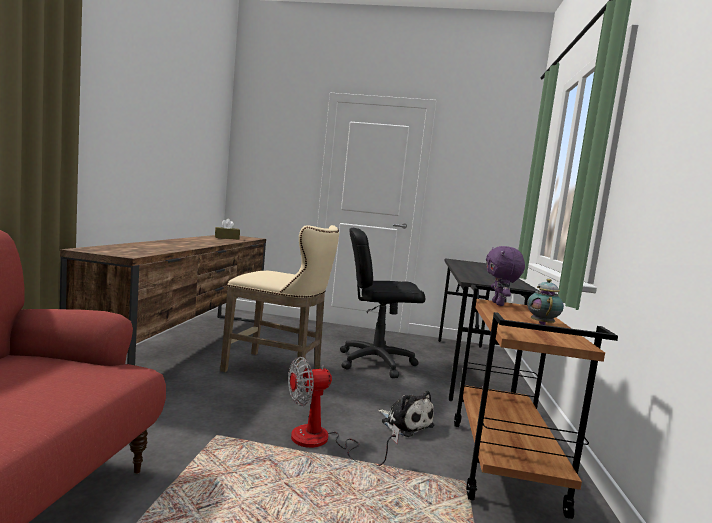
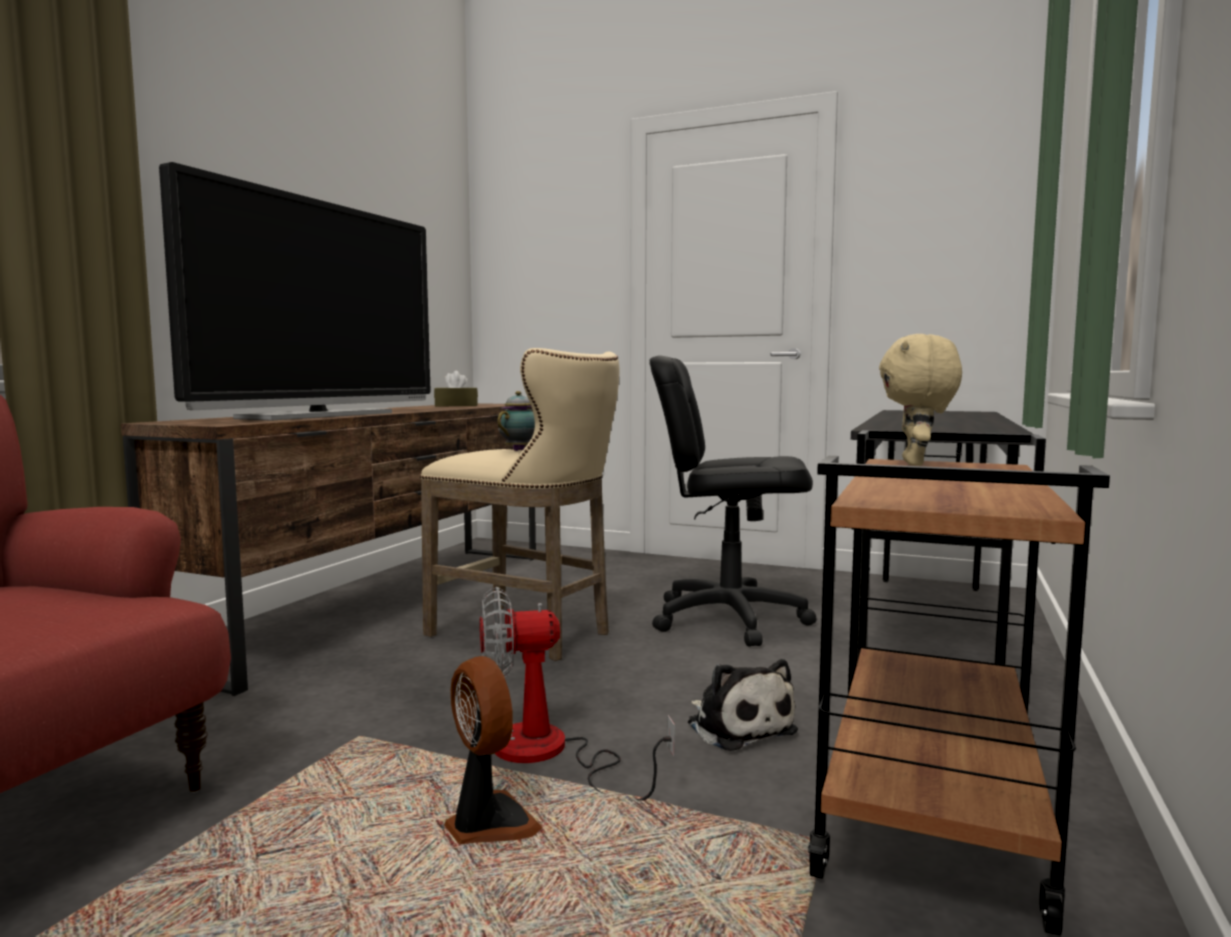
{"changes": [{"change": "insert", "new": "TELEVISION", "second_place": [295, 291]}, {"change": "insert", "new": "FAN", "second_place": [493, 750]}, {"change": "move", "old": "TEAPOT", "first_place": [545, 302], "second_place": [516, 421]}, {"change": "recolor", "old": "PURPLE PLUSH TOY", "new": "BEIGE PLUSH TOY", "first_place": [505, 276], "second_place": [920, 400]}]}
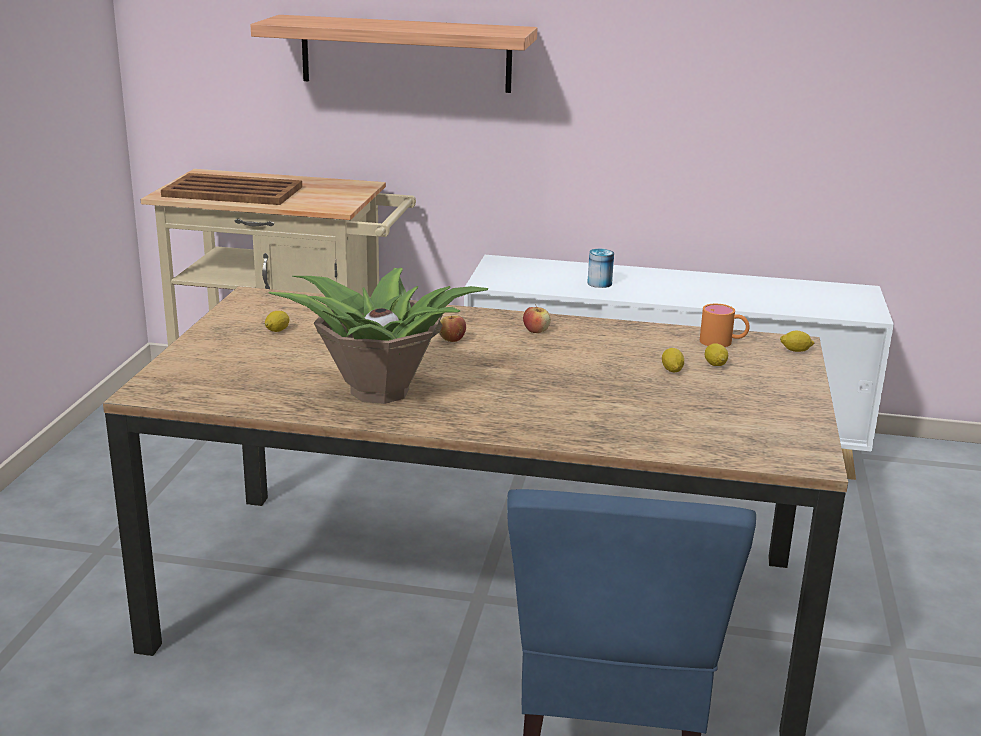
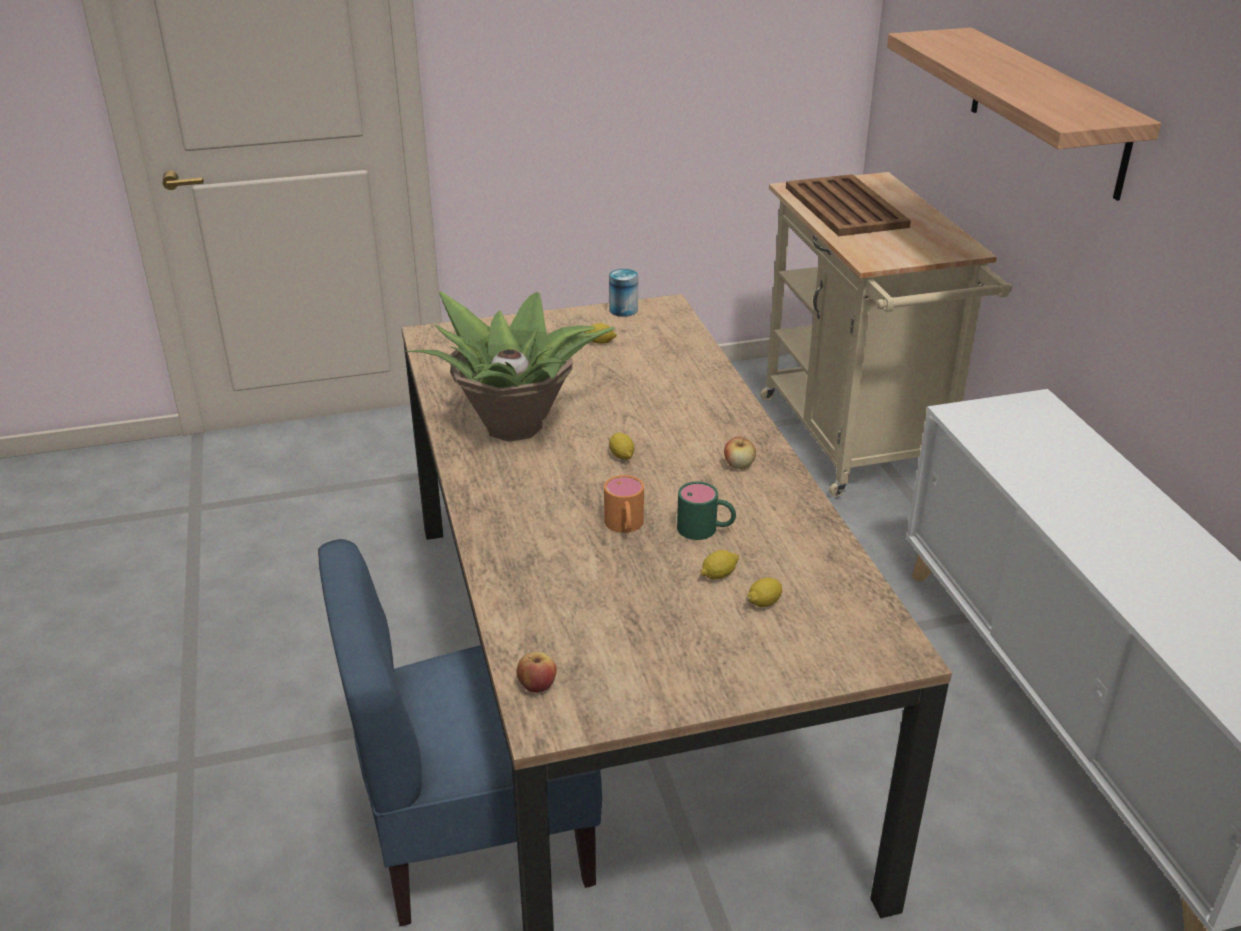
{"changes": [{"change": "move", "old": "APPLE", "first_place": [452, 329], "second_place": [536, 672]}, {"change": "move", "old": "ORANGE MUG", "first_place": [725, 325], "second_place": [624, 504]}, {"change": "move", "old": "CAN", "first_place": [600, 268], "second_place": [623, 293]}, {"change": "move", "old": "LEMON", "first_place": [797, 341], "second_place": [621, 446]}, {"change": "insert", "new": "GREEN MUG", "second_place": [706, 510]}]}
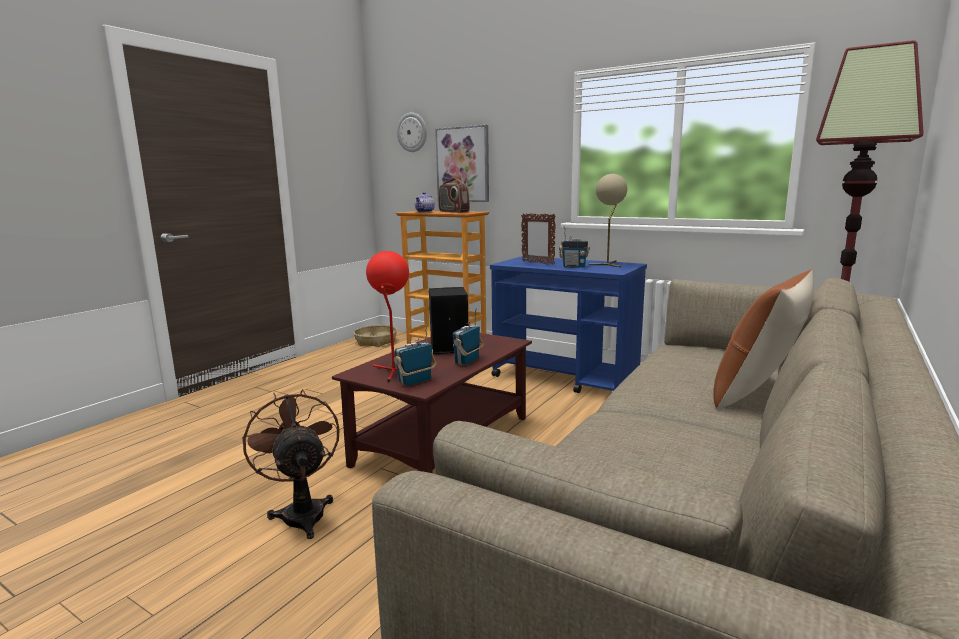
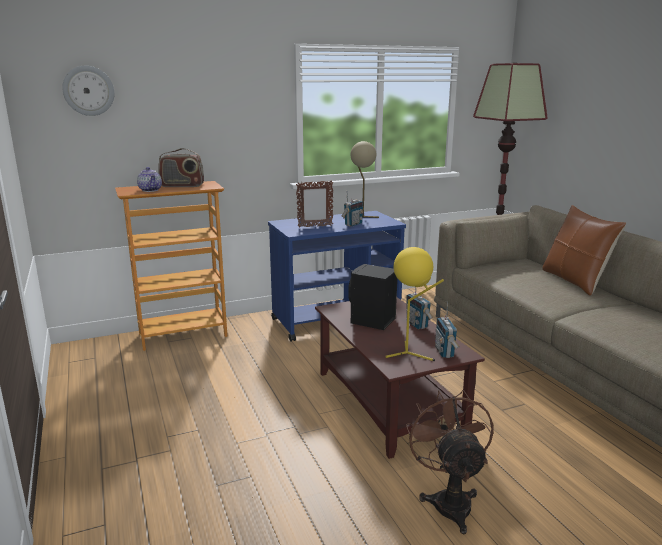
{"changes": [{"change": "recolor", "old": "RED TABLE LAMP", "new": "YELLOW TABLE LAMP", "first_place": [387, 316], "second_place": [415, 304]}, {"change": "rotate", "old": "BROWN FAN", "first_place": [291, 464], "second_place": [449, 462], "degrees": 75}, {"change": "delete", "old": "BASKET", "first_place": [375, 336]}, {"change": "delete", "old": "PICTURE", "first_place": [462, 163]}]}
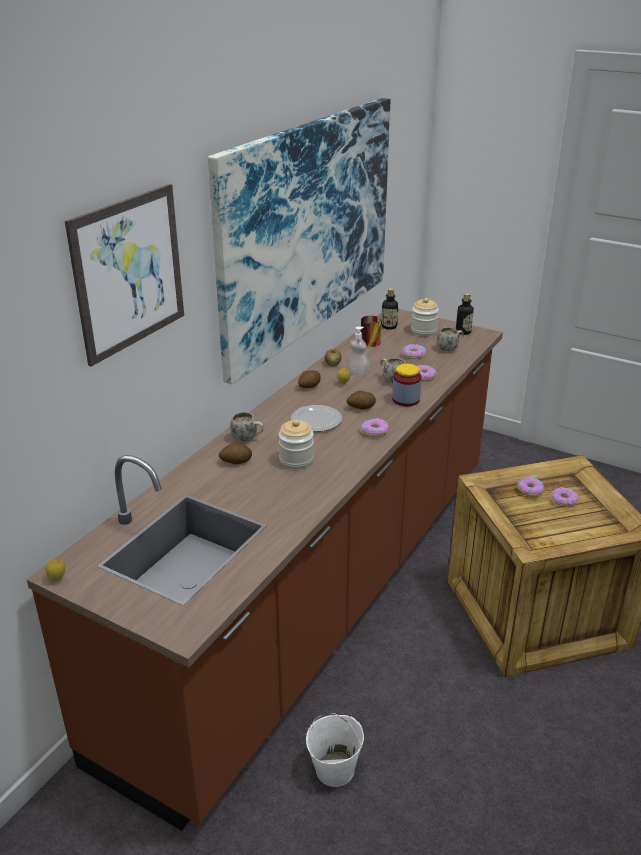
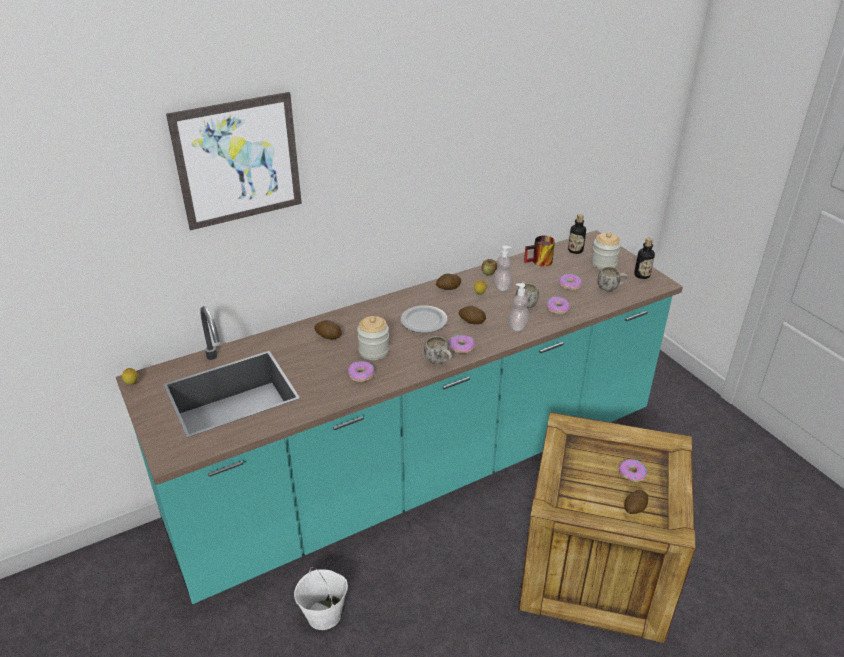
{"changes": [{"change": "recolor", "old": "BROWN COUNTER", "new": "TURQUOISE COUNTER", "first_place": [265, 570], "second_place": [399, 417]}, {"change": "move", "old": "DONUT", "first_place": [530, 486], "second_place": [361, 371]}, {"change": "move", "old": "WHITE MUG", "first_place": [247, 427], "second_place": [438, 350]}, {"change": "replace", "old": "JAR", "new": "SOAP DISPENSER", "first_place": [406, 385], "second_place": [519, 307]}, {"change": "insert", "new": "POTATO", "second_place": [636, 502]}, {"change": "delete", "old": "PICTURE", "first_place": [299, 241]}]}
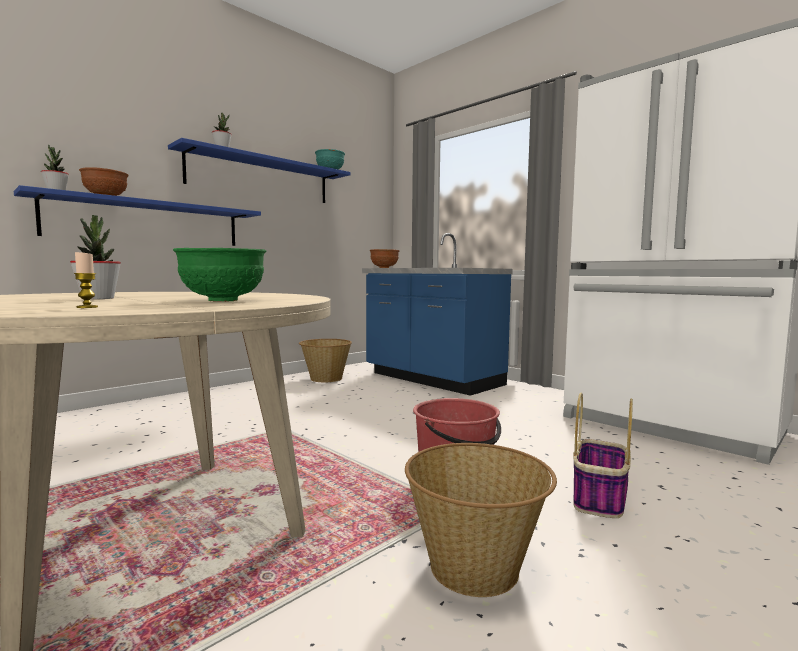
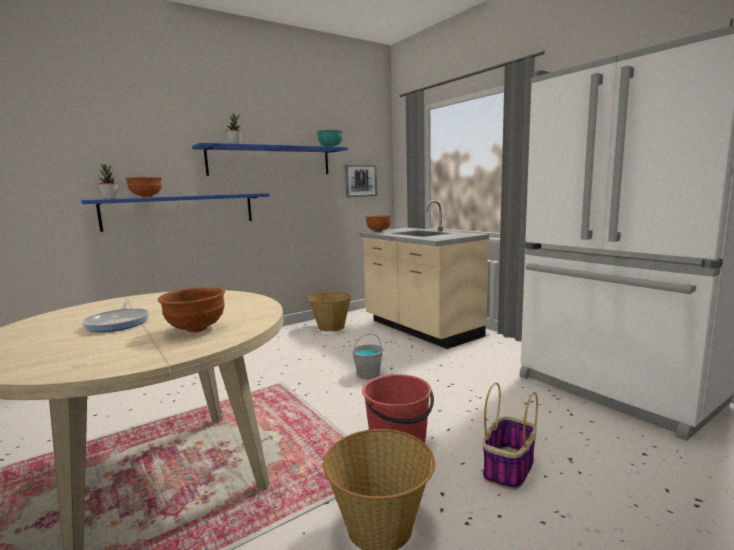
{"changes": [{"change": "replace", "old": "POTTED PLANT", "new": "FRYING PAN", "first_place": [95, 257], "second_place": [115, 316]}, {"change": "recolor", "old": "GREEN BOWL", "new": "BROWN BOWL", "first_place": [219, 275], "second_place": [191, 310]}, {"change": "insert", "new": "PICTURE", "second_place": [361, 180]}, {"change": "insert", "new": "GREY BUCKET", "second_place": [368, 356]}, {"change": "recolor", "old": "BLUE COUNTER", "new": "BEIGE COUNTER", "first_place": [437, 314], "second_place": [424, 274]}, {"change": "delete", "old": "CANDLE", "first_place": [86, 280]}]}
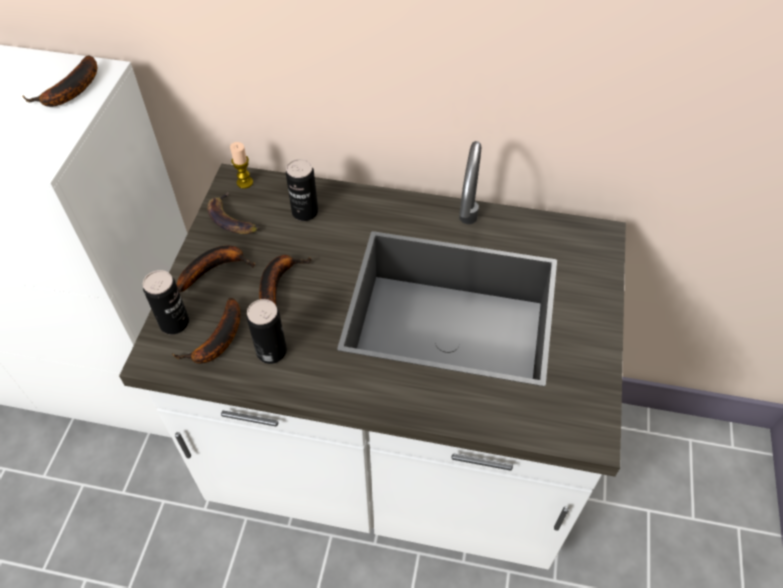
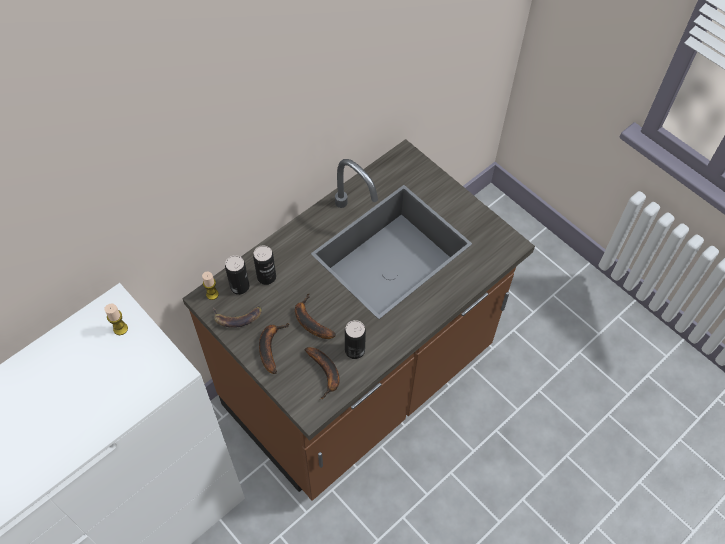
{"changes": [{"change": "replace", "old": "BANANA", "new": "CANDLE", "first_place": [60, 81], "second_place": [116, 319]}, {"change": "recolor", "old": "WHITE COUNTER", "new": "BROWN COUNTER", "first_place": [372, 355], "second_place": [358, 320]}, {"change": "move", "old": "CAN", "first_place": [166, 302], "second_place": [237, 275]}]}
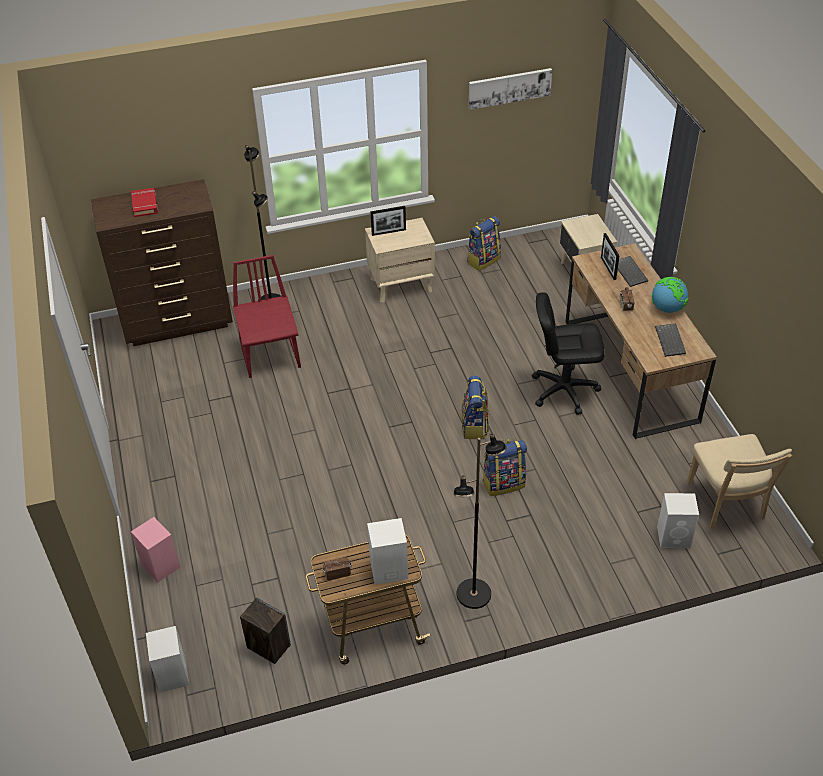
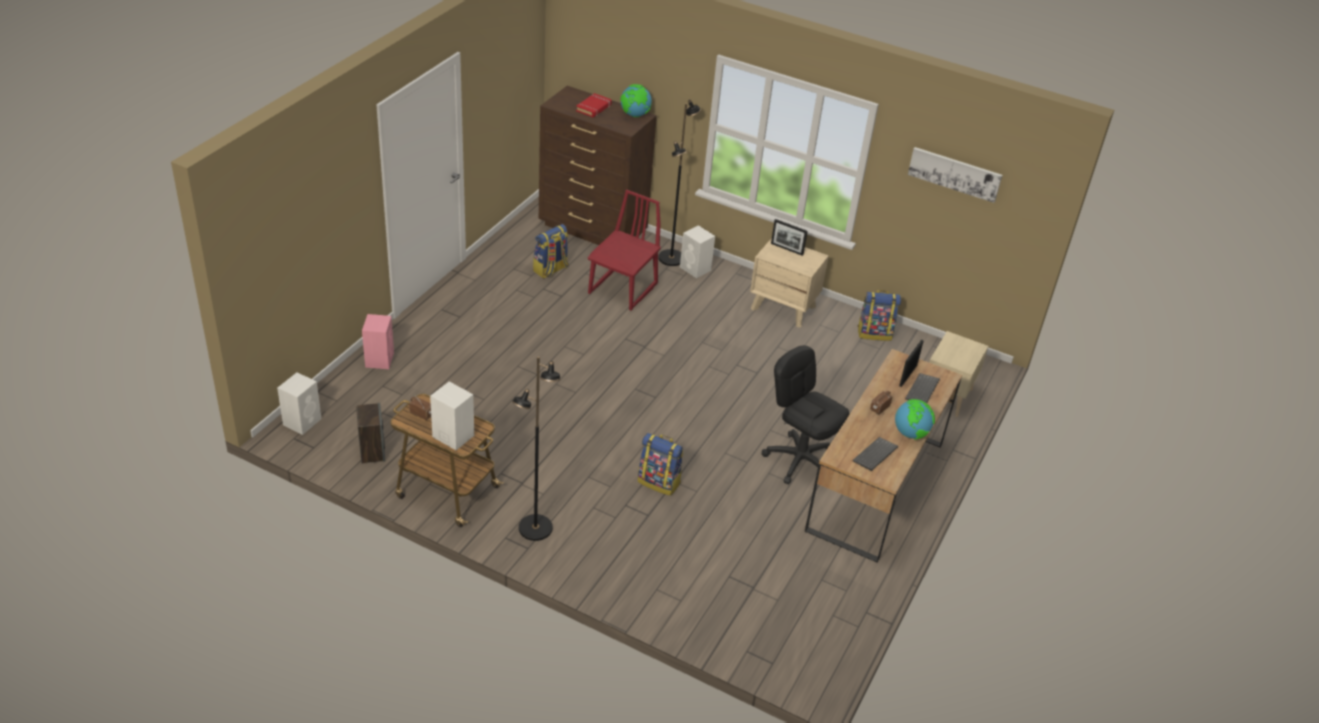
{"changes": [{"change": "move", "old": "BACKPACK", "first_place": [475, 407], "second_place": [550, 251]}, {"change": "insert", "new": "GLOBE", "second_place": [636, 100]}, {"change": "move", "old": "WHITE SPEAKER", "first_place": [678, 520], "second_place": [697, 251]}, {"change": "delete", "old": "BEIGE CHAIR", "first_place": [739, 481]}]}
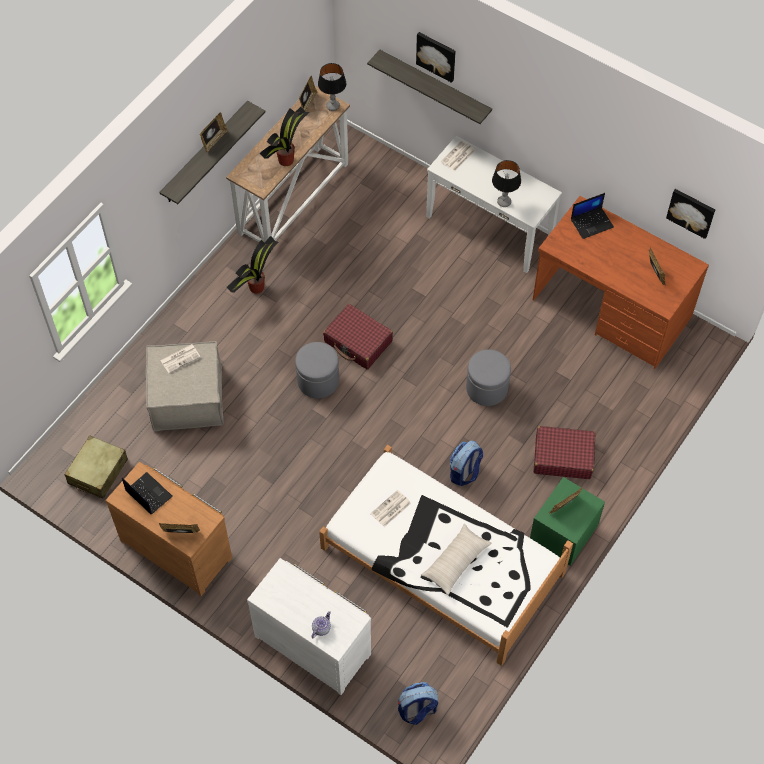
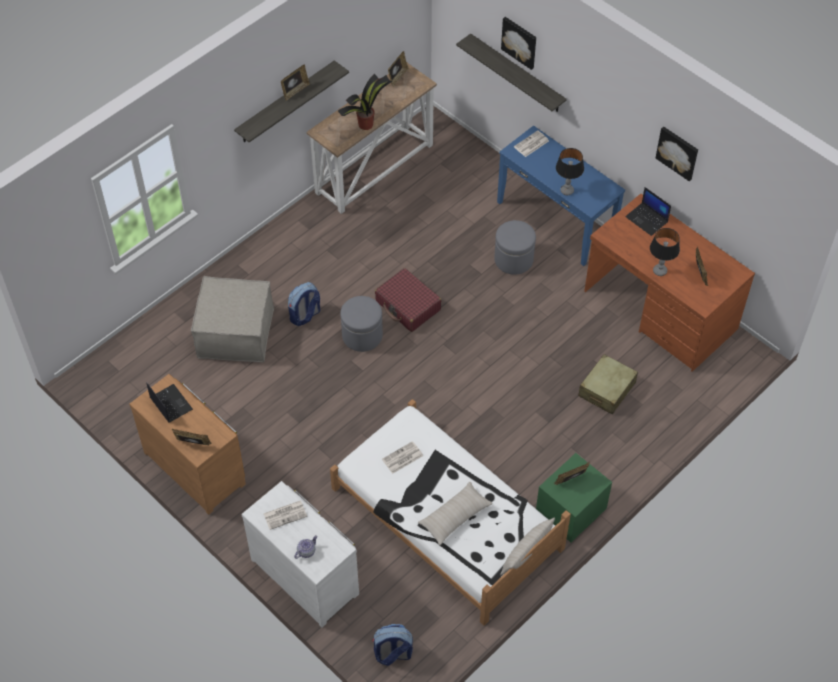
{"changes": [{"change": "move", "old": "NEWSPAPER", "first_place": [180, 358], "second_place": [285, 515]}, {"change": "move", "old": "BACKPACK", "first_place": [466, 463], "second_place": [304, 304]}, {"change": "move", "old": "GREY OTTOMAN", "first_place": [488, 377], "second_place": [515, 247]}, {"change": "recolor", "old": "WHITE CONSOLE TABLE", "new": "BLUE CONSOLE TABLE", "first_place": [494, 204], "second_place": [561, 196]}, {"change": "insert", "new": "BEIGE PILLOW", "second_place": [527, 546]}, {"change": "move", "old": "BEIGE SUITCASE", "first_place": [96, 467], "second_place": [608, 384]}, {"change": "rotate", "old": "LAPTOP", "first_place": [592, 216], "second_place": [648, 211], "degrees": 60}, {"change": "move", "old": "TABLE LAMP", "first_place": [332, 87], "second_place": [665, 252]}, {"change": "move", "old": "PICTURE", "first_place": [690, 214], "second_place": [677, 154]}, {"change": "delete", "old": "POTTED PLANT", "first_place": [252, 265]}, {"change": "delete", "old": "RED SUITCASE", "first_place": [564, 452]}]}
